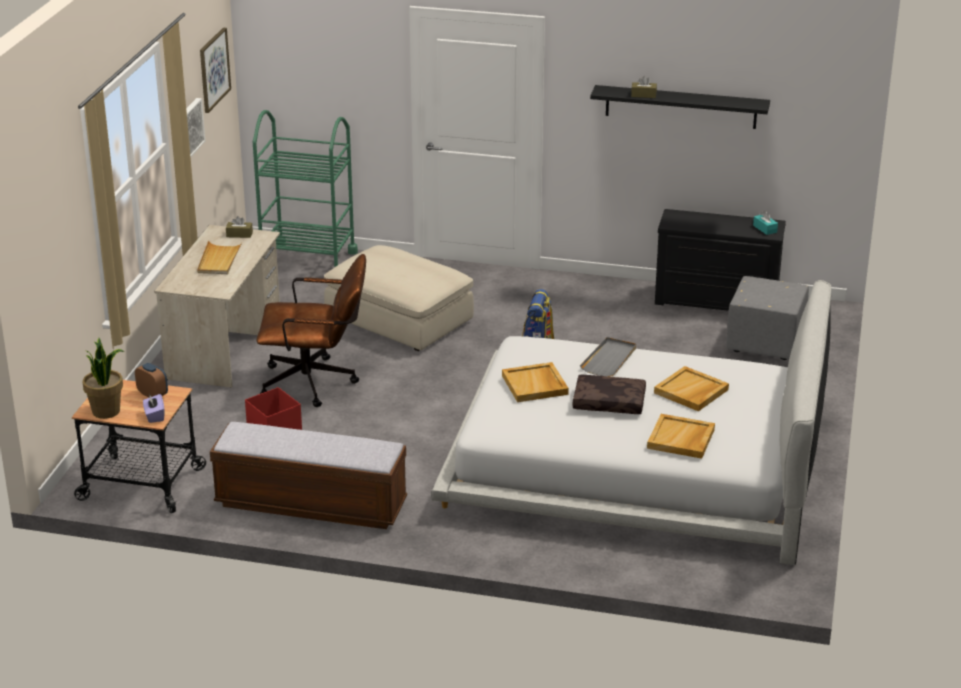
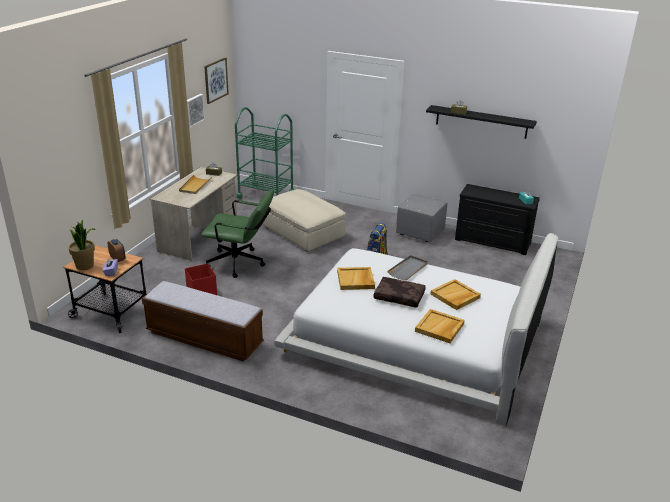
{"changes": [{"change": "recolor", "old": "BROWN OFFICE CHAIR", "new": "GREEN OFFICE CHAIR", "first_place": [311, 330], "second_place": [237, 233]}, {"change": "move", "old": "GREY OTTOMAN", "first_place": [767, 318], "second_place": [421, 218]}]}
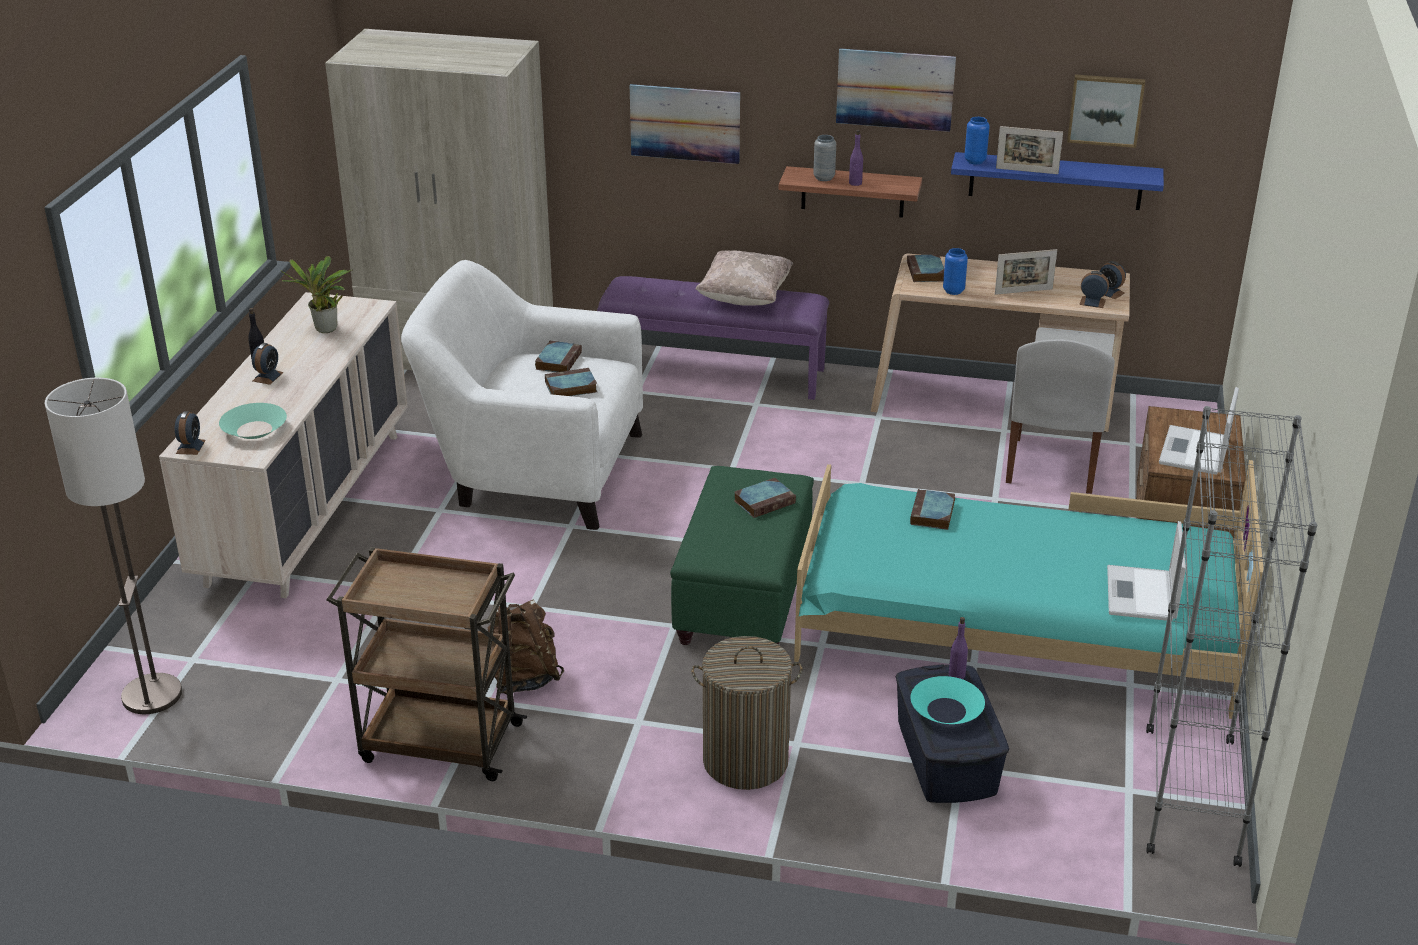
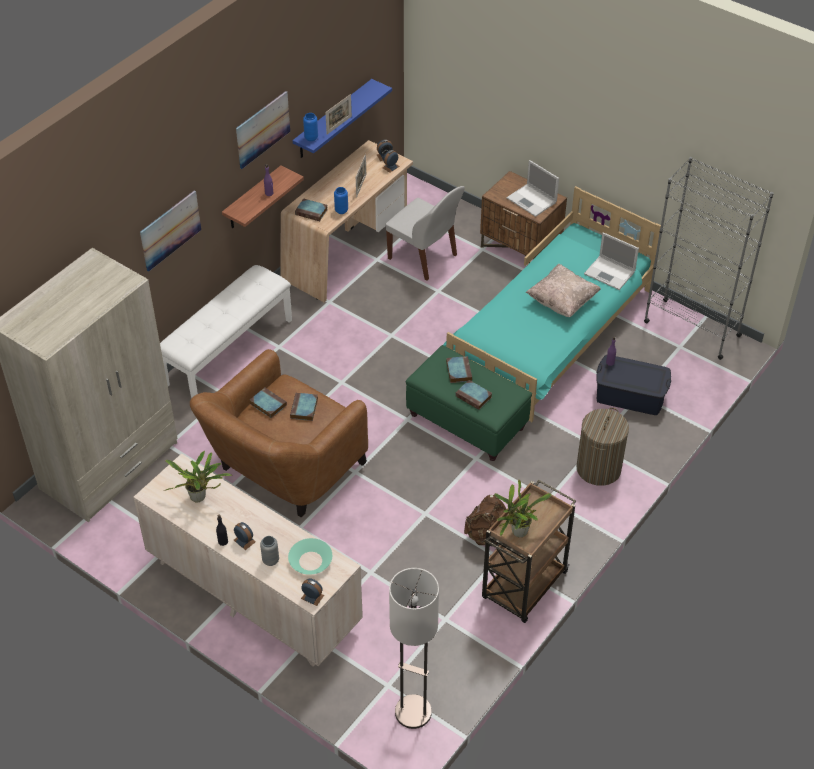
{"changes": [{"change": "recolor", "old": "PURPLE BENCH", "new": "WHITE BENCH", "first_place": [713, 338], "second_place": [226, 332]}, {"change": "recolor", "old": "WHITE ARMCHAIR", "new": "BROWN ARMCHAIR", "first_place": [522, 395], "second_place": [279, 433]}, {"change": "move", "old": "GREY VASE", "first_place": [824, 158], "second_place": [269, 551]}, {"change": "move", "old": "BOOK", "first_place": [932, 509], "second_place": [474, 395]}, {"change": "insert", "new": "POTTED PLANT", "second_place": [523, 508]}, {"change": "move", "old": "BEIGE PILLOW", "first_place": [744, 278], "second_place": [563, 290]}, {"change": "delete", "old": "TURQUOISE BOWL", "first_place": [948, 700]}, {"change": "delete", "old": "PICTURE", "first_place": [1106, 111]}]}
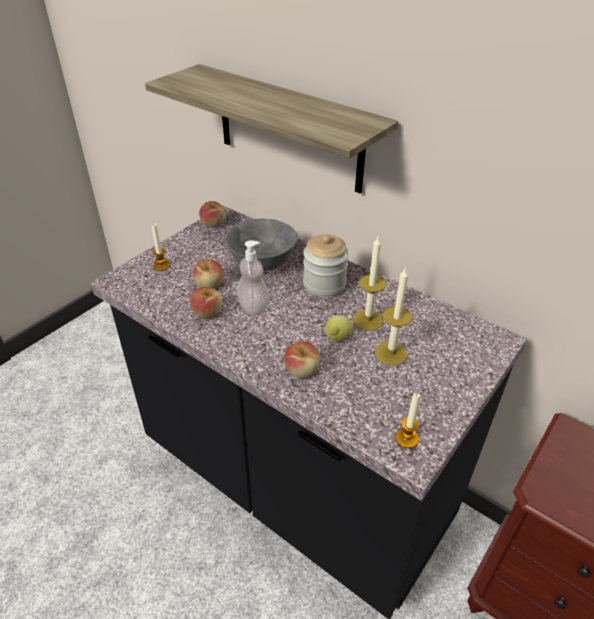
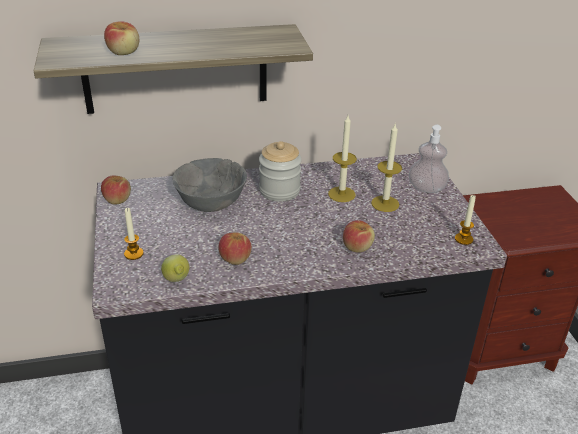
{"changes": [{"change": "move", "old": "APPLE", "first_place": [208, 274], "second_place": [121, 38]}, {"change": "move", "old": "LEMON", "first_place": [339, 328], "second_place": [175, 268]}, {"change": "move", "old": "SOAP DISPENSER", "first_place": [253, 278], "second_place": [429, 159]}]}
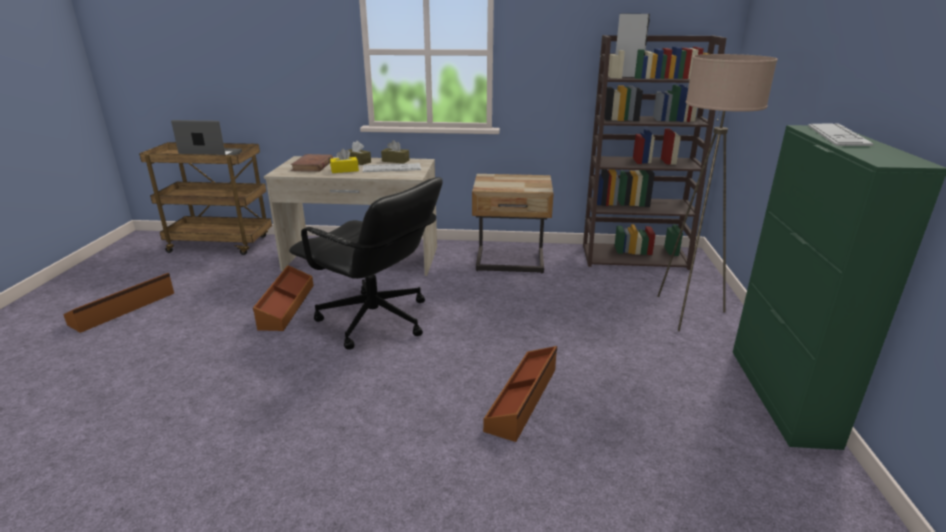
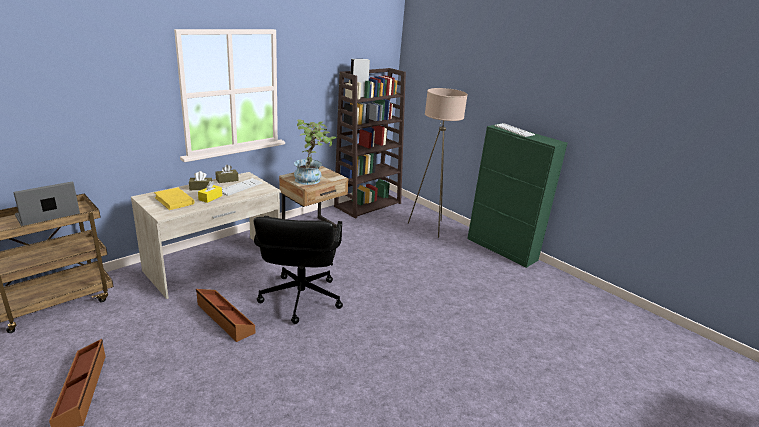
{"changes": [{"change": "recolor", "old": "BROWN BOOK", "new": "YELLOW BOOK", "first_place": [312, 163], "second_place": [174, 199]}, {"change": "rotate", "old": "BLACK OFFICE CHAIR", "first_place": [366, 263], "second_place": [298, 270], "degrees": 105}, {"change": "insert", "new": "POTTED PLANT", "second_place": [315, 152]}, {"change": "delete", "old": "BROWN STORAGE BOX", "first_place": [520, 394]}]}
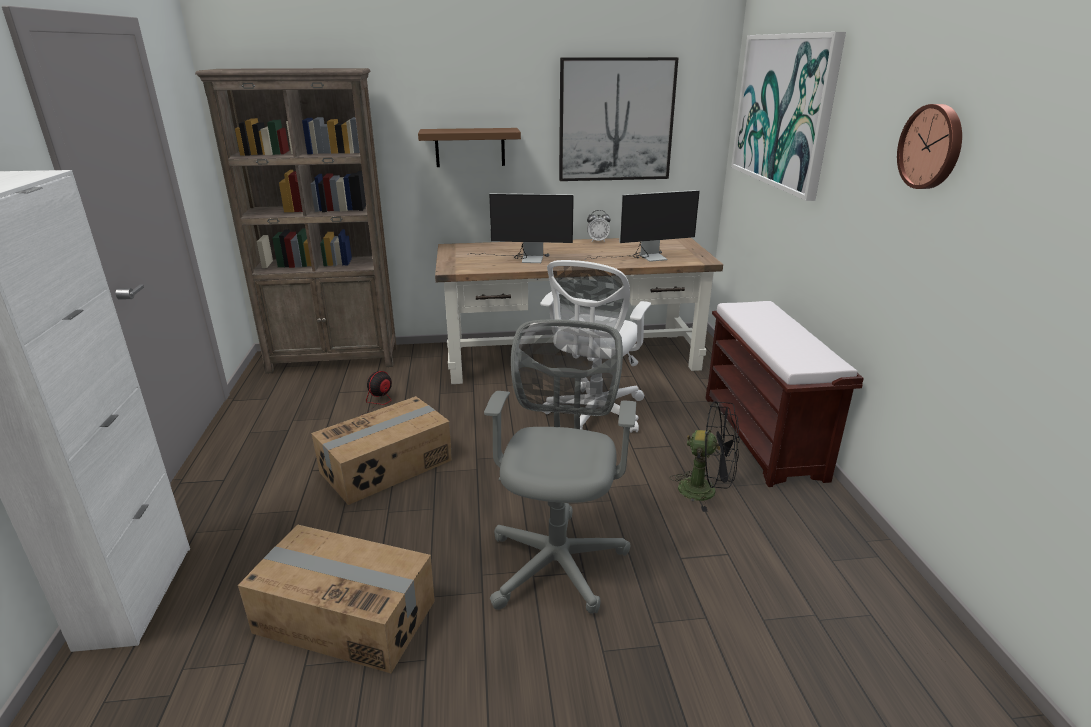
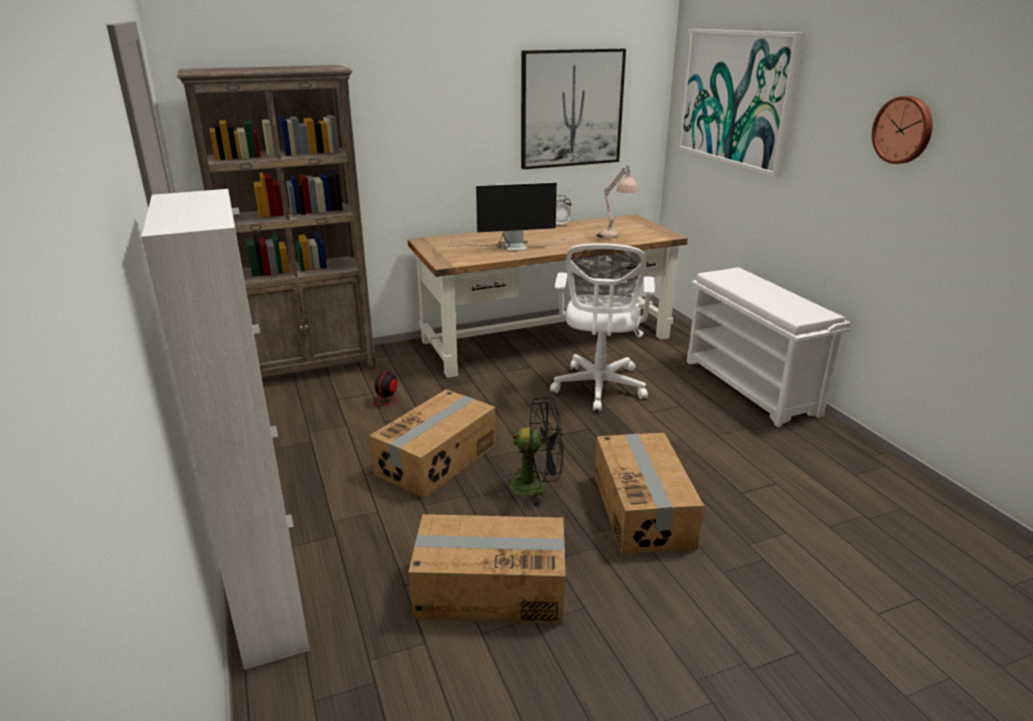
{"changes": [{"change": "move", "old": "BLACK FAN", "first_place": [704, 456], "second_place": [531, 452]}, {"change": "replace", "old": "GREY OFFICE CHAIR", "new": "CARDBOARD BOX", "first_place": [560, 466], "second_place": [649, 494]}, {"change": "replace", "old": "MONITOR", "new": "BEIGE TABLE LAMP", "first_place": [642, 226], "second_place": [617, 202]}, {"change": "recolor", "old": "BROWN BENCH", "new": "WHITE BENCH", "first_place": [785, 394], "second_place": [769, 347]}, {"change": "delete", "old": "BROWN SHELF", "first_place": [469, 147]}]}
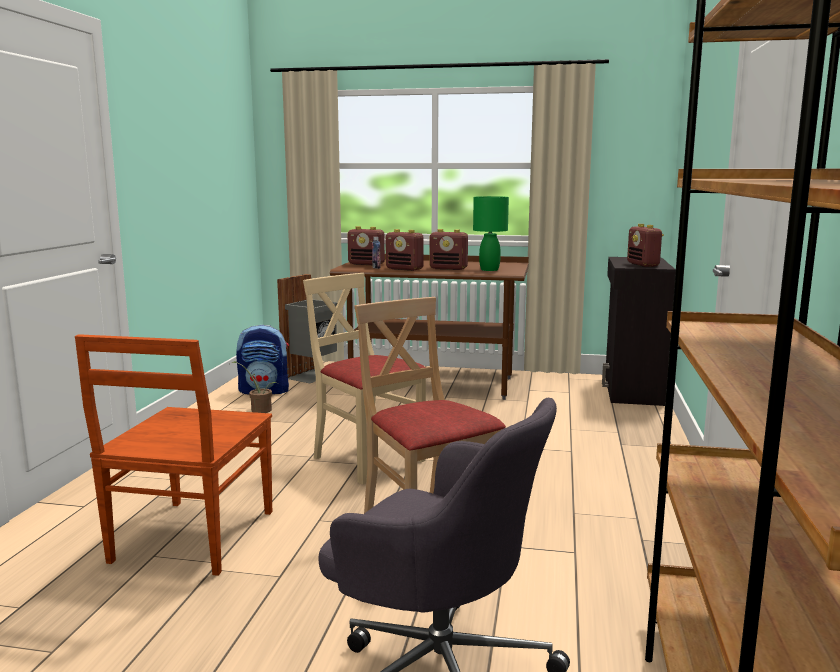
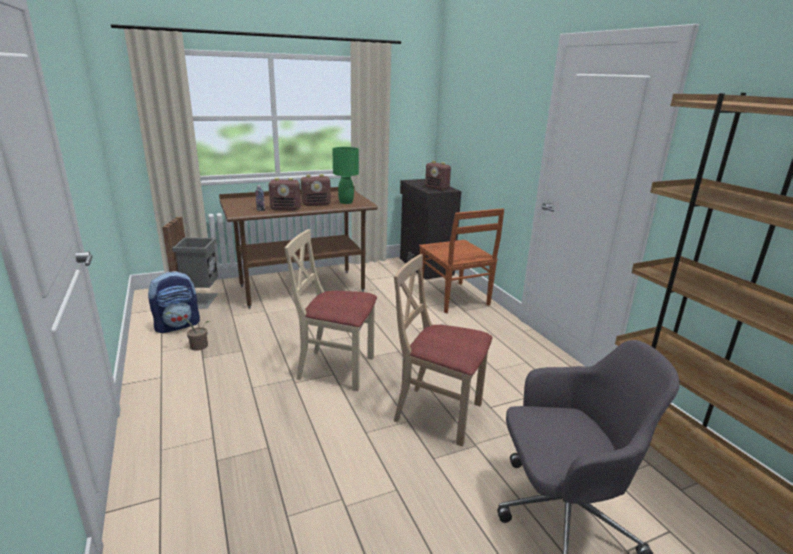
{"changes": [{"change": "move", "old": "BROWN CHAIR", "first_place": [173, 455], "second_place": [461, 260]}, {"change": "delete", "old": "RADIO", "first_place": [366, 245]}]}
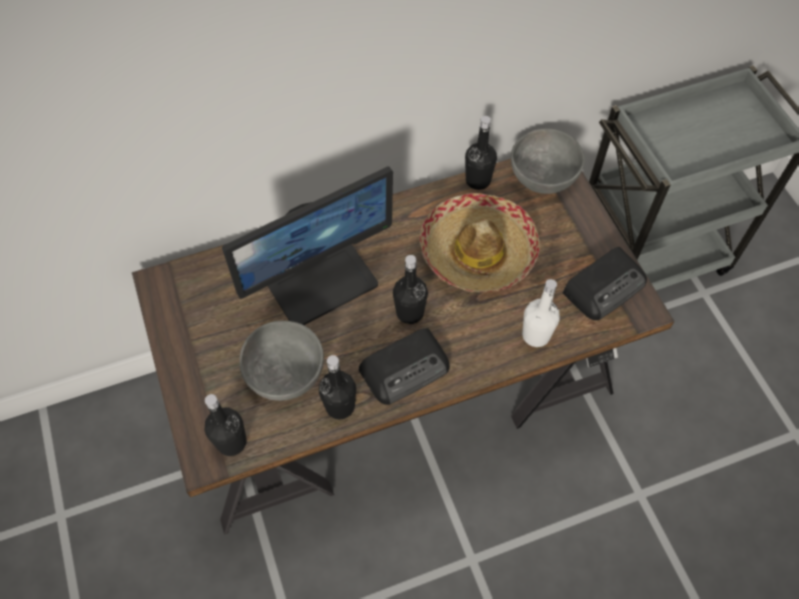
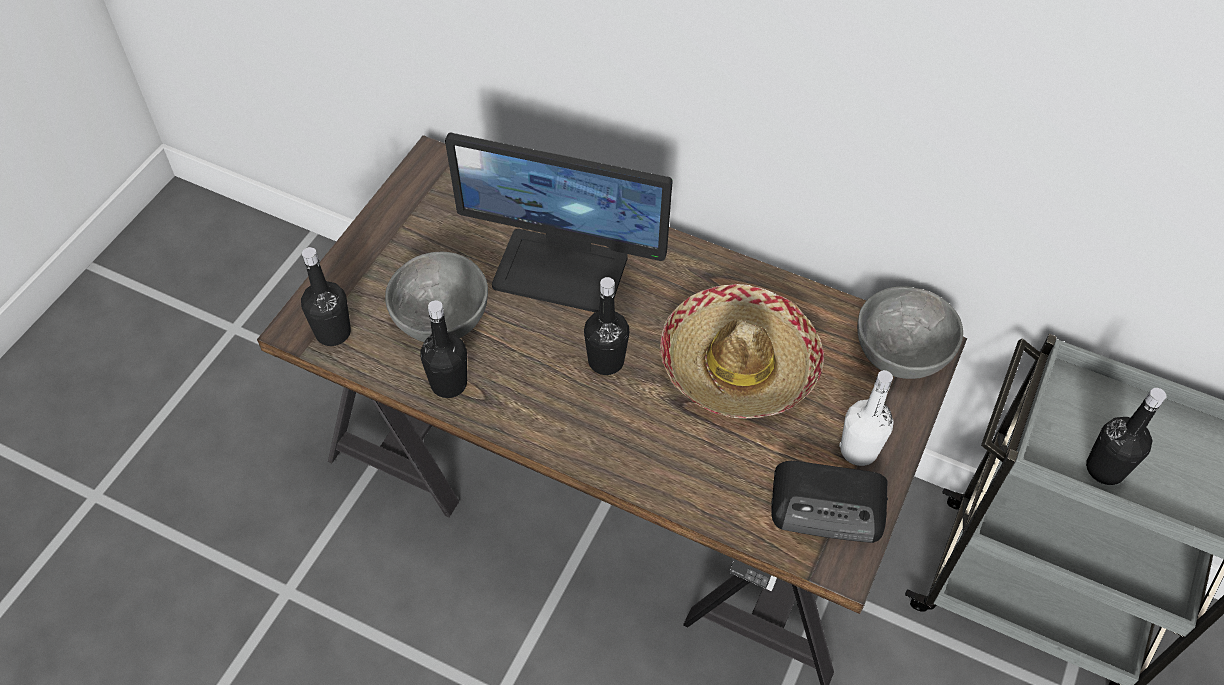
{"changes": [{"change": "move", "old": "WHITE BOTTLE", "first_place": [541, 313], "second_place": [866, 418]}, {"change": "move", "old": "BLACK BOTTLE", "first_place": [481, 153], "second_place": [1126, 436]}, {"change": "delete", "old": "RADIO", "first_place": [404, 366]}]}
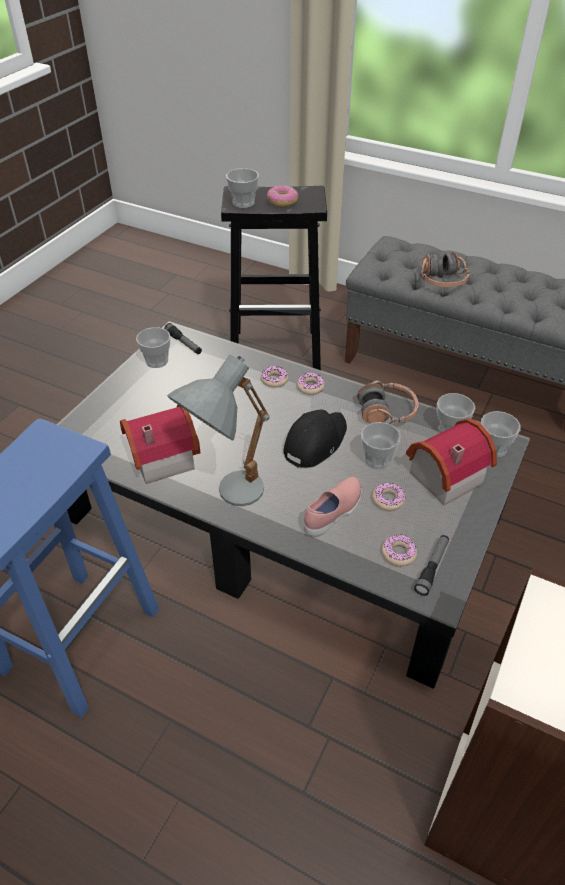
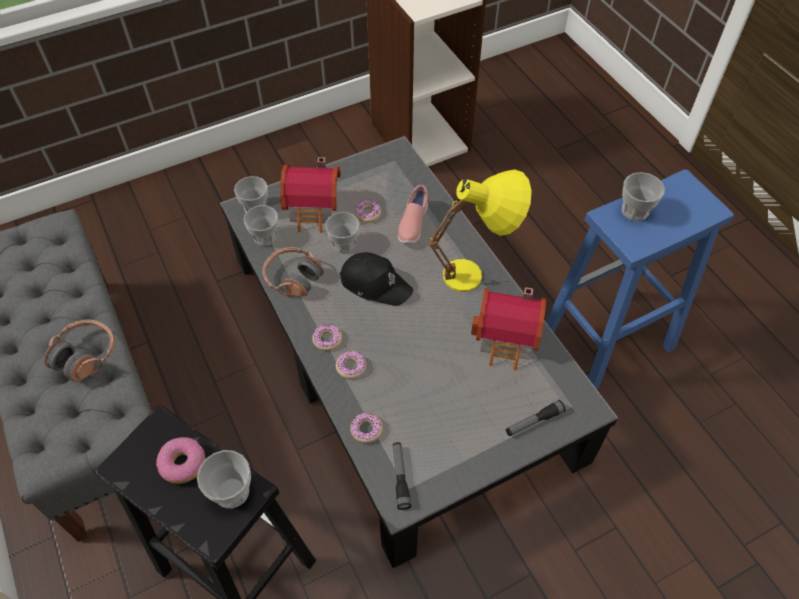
{"changes": [{"change": "rotate", "old": "BLACK CAP", "first_place": [315, 438], "second_place": [376, 279], "degrees": -135}, {"change": "move", "old": "DONUT", "first_place": [399, 550], "second_place": [366, 428]}, {"change": "rotate", "old": "PINK SHOE", "first_place": [333, 507], "second_place": [413, 214], "degrees": -60}, {"change": "recolor", "old": "GREY TABLE LAMP", "new": "YELLOW TABLE LAMP", "first_place": [218, 430], "second_place": [480, 231]}, {"change": "move", "old": "FLASHLIGHT", "first_place": [431, 565], "second_place": [536, 418]}, {"change": "move", "old": "CUP", "first_place": [153, 347], "second_place": [643, 196]}]}
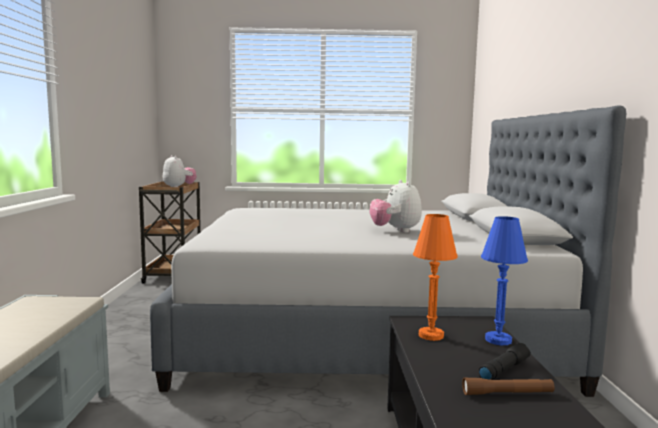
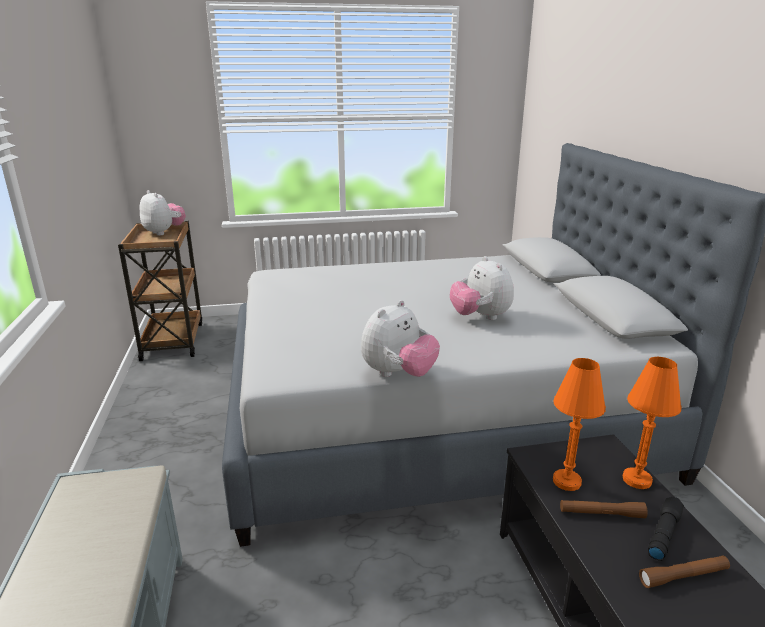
{"changes": [{"change": "insert", "new": "PLUSH TOY", "second_place": [400, 338]}, {"change": "insert", "new": "BROWN FLASHLIGHT", "second_place": [604, 509]}, {"change": "recolor", "old": "BLUE TABLE LAMP", "new": "ORANGE TABLE LAMP", "first_place": [504, 280], "second_place": [652, 423]}]}
